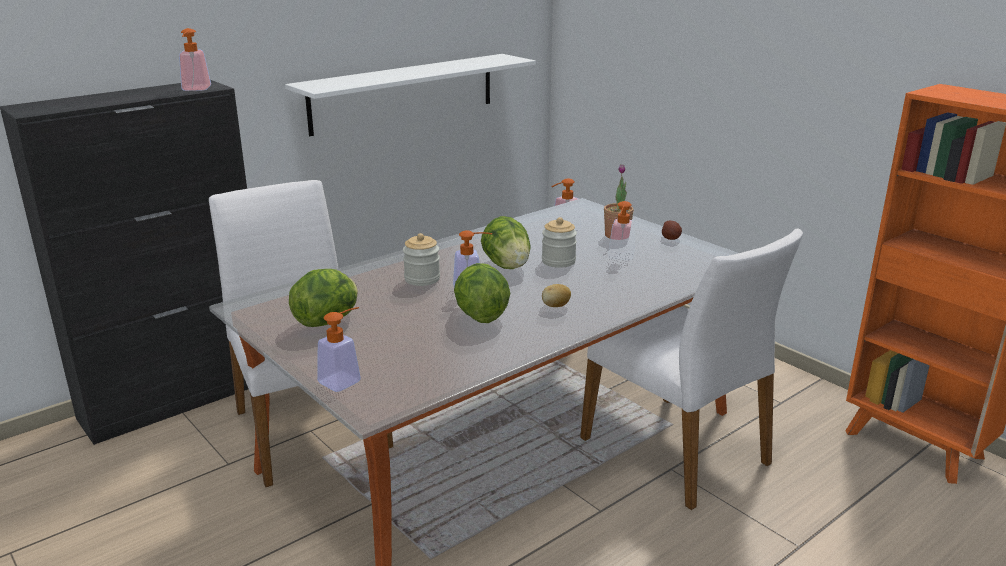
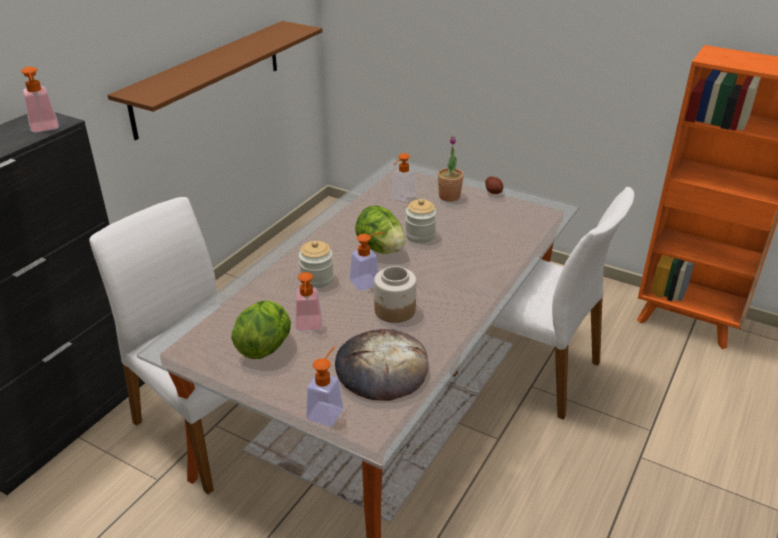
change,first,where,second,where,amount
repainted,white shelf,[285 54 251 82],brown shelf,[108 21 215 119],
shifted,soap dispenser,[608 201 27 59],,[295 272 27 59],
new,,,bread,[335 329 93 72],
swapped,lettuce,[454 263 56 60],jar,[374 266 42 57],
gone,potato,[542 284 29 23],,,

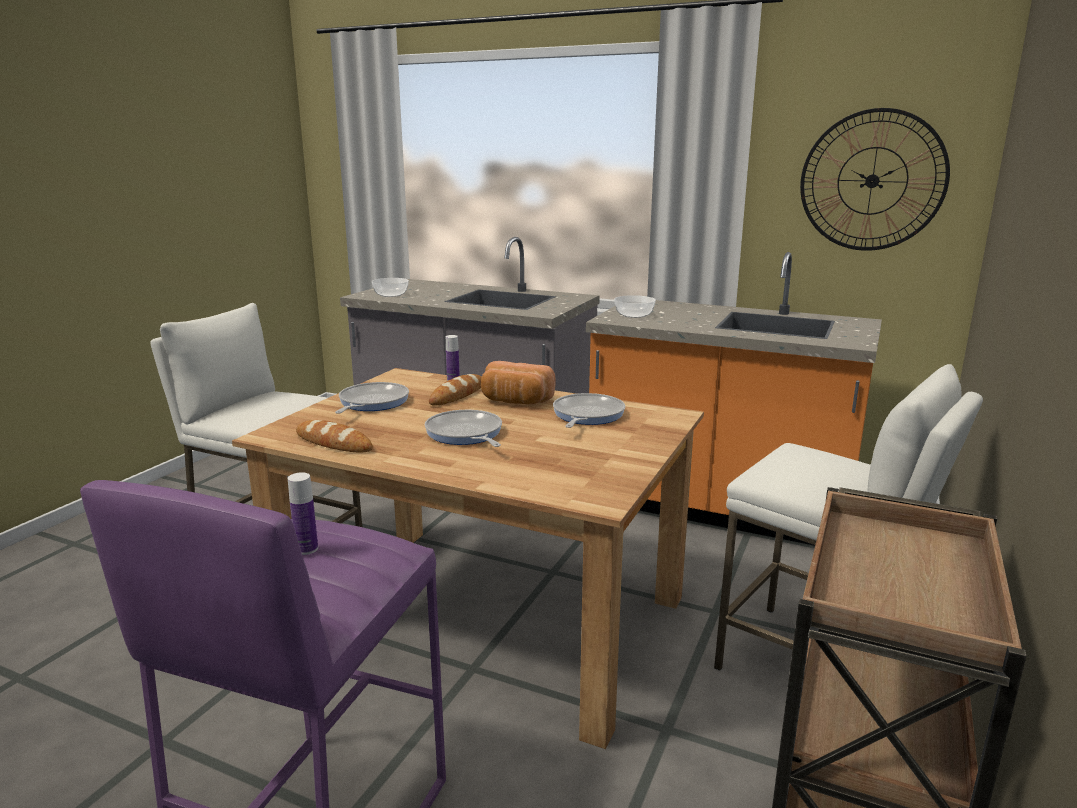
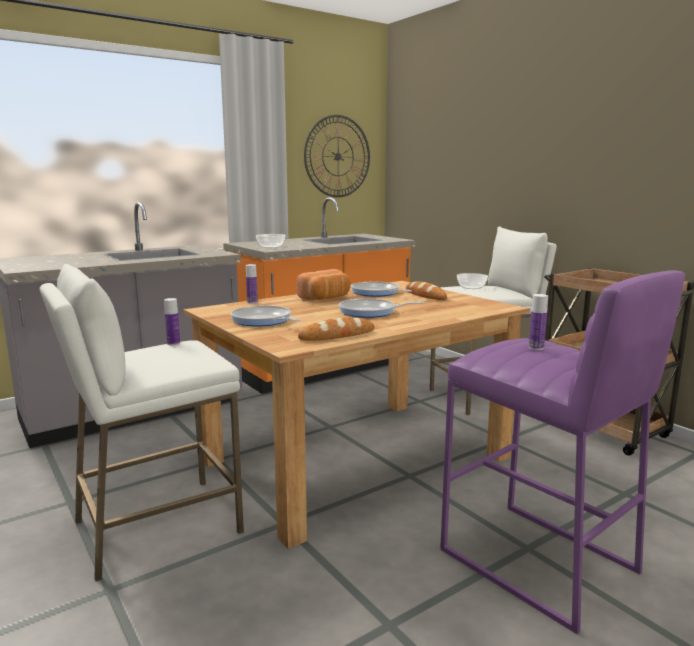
change,first,where,second,where,amount
new,,,bottle,[164 298 16 47],
shifted,bread,[429 374 52 32],,[406 282 41 18],
shifted,bowl,[372 278 37 19],,[457 273 31 16],

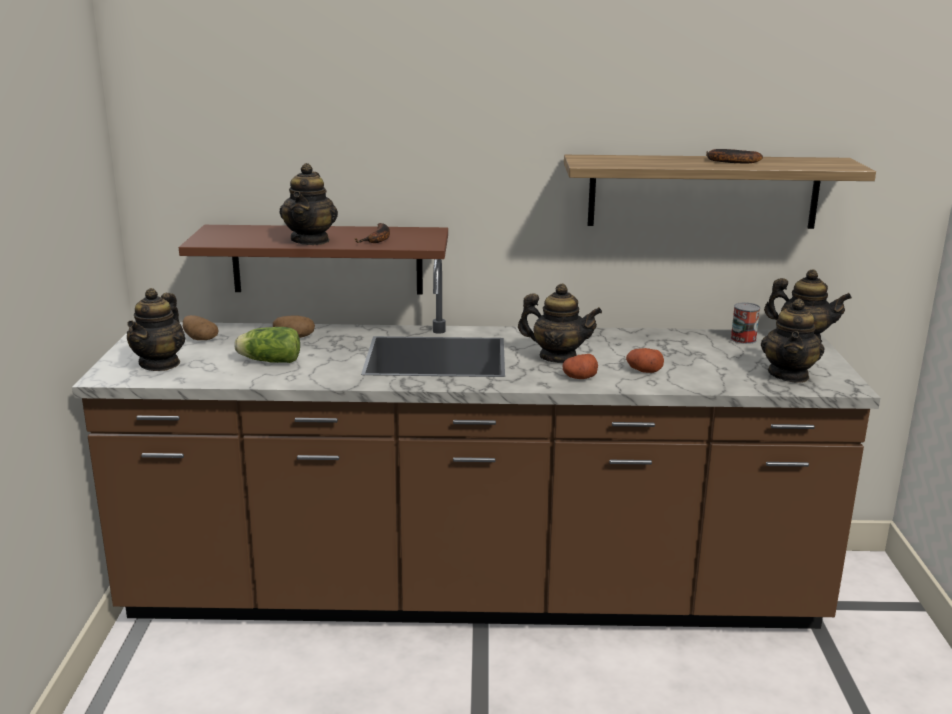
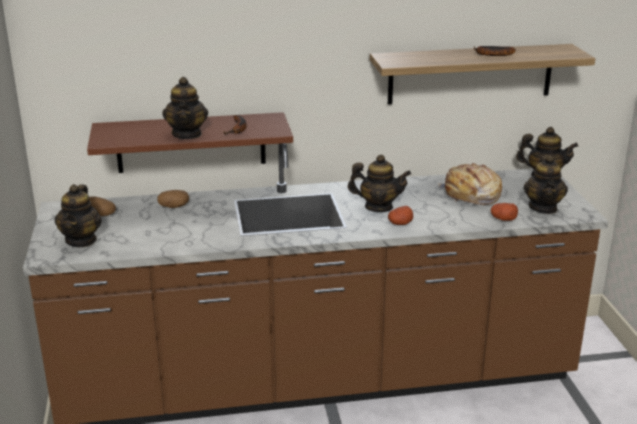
change,first,where,second,where,amount
new,,,bread,[438 163 64 42],
shifted,potato,[626 348 38 25],,[491 203 27 18],
gone,lettuce,[234 327 66 36],,,
gone,can,[730 302 30 42],,,

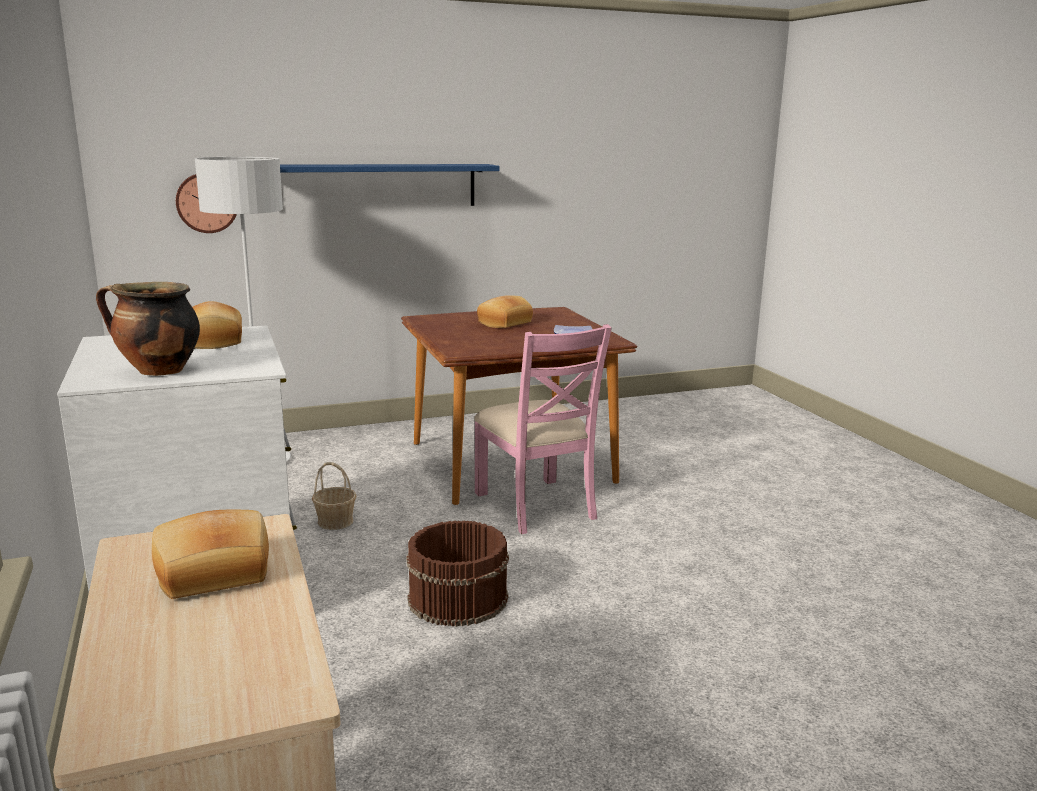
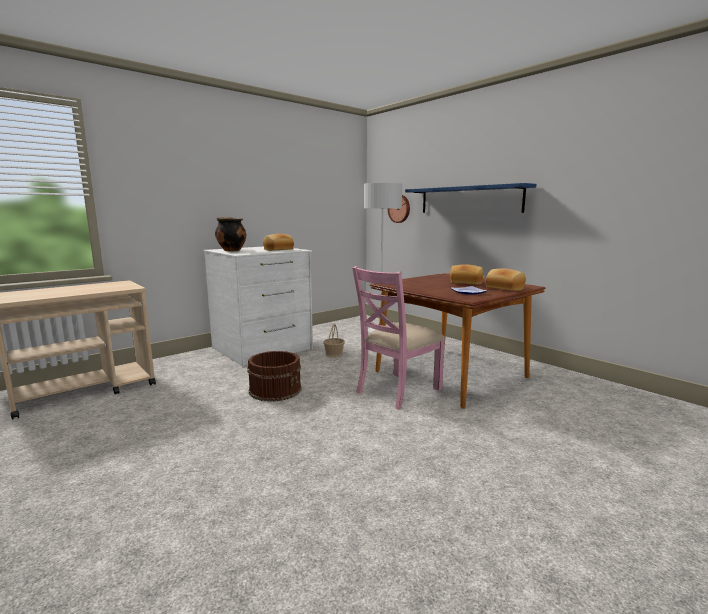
change,first,where,second,where,amount
shifted,bread,[152 509 117 90],,[486 269 40 22],

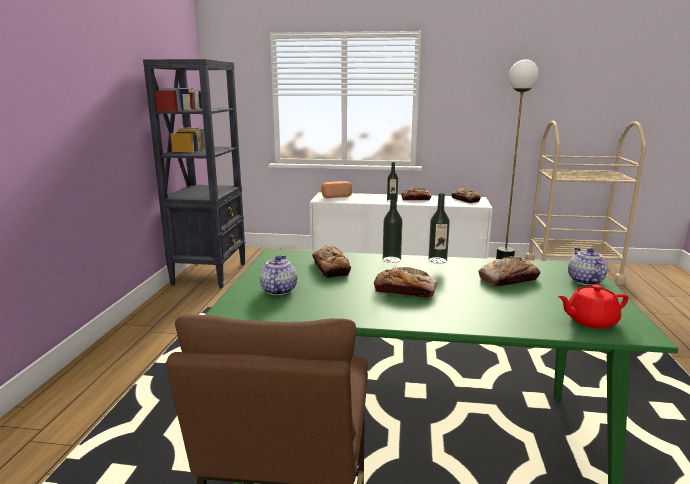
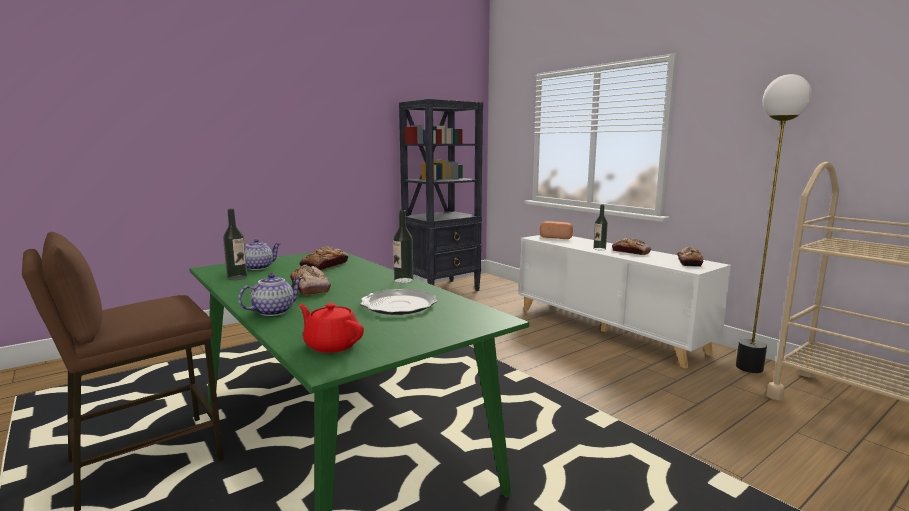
change,first,where,second,where,amount
shifted,bottle,[383 193 20 70],,[223 209 24 71],
shifted,teapot,[568 248 40 37],,[238 273 65 43],
swapped,bread,[478 256 62 31],plate,[361 289 76 26],

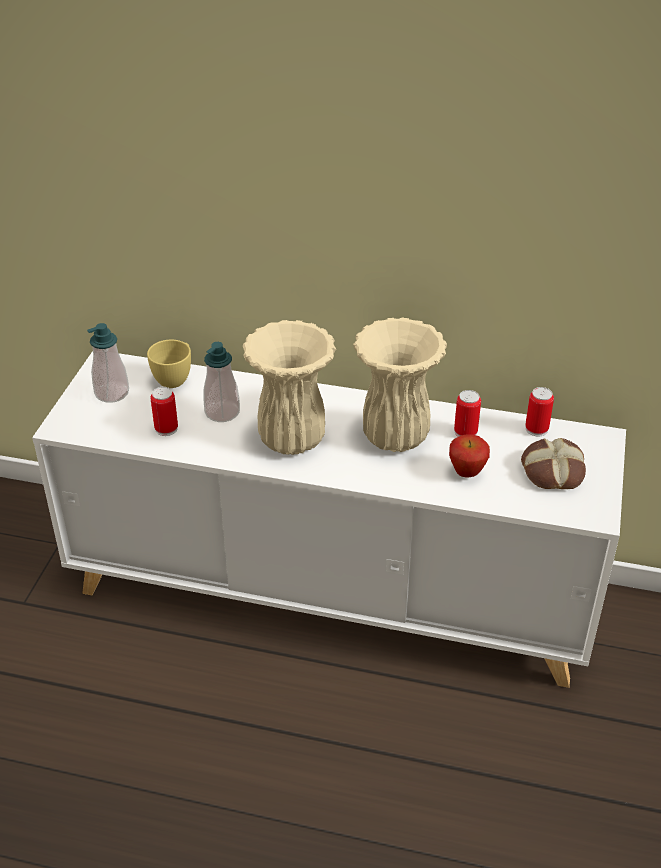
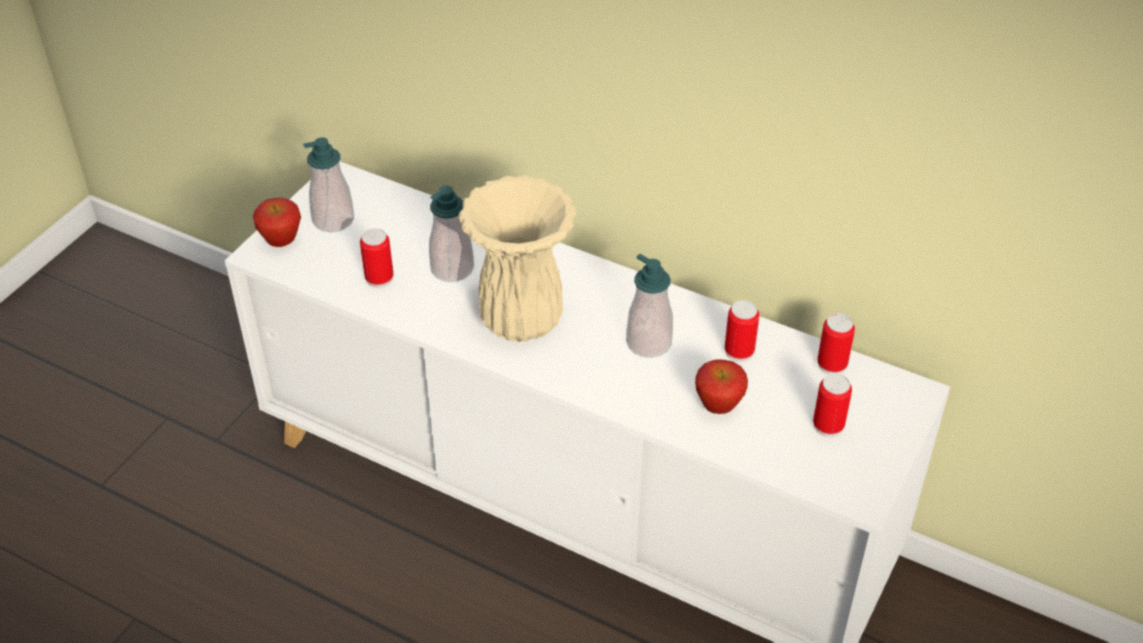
change,first,where,second,where,amount
new,,,apple,[253 198 48 49],
swapped,beige vase,[353 318 94 134],soap dispenser,[626 254 47 104],
swapped,bread,[521 438 65 51],can,[813 373 39 64],
gone,yellow cup,[147 340 44 48],,,

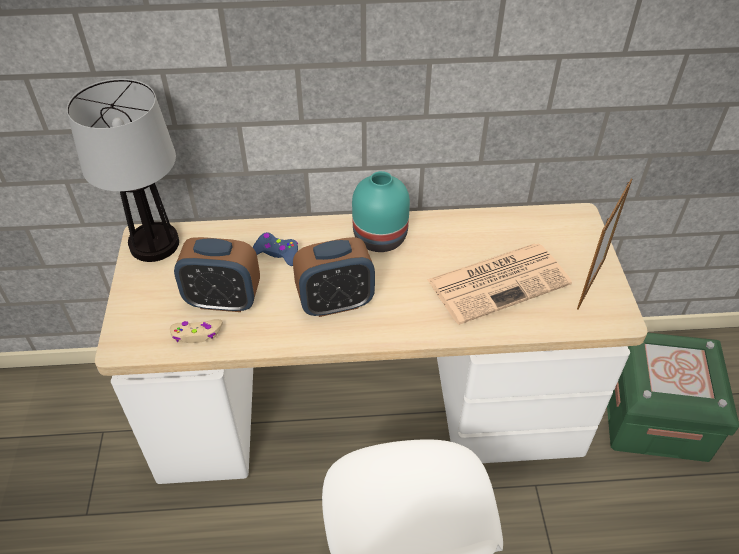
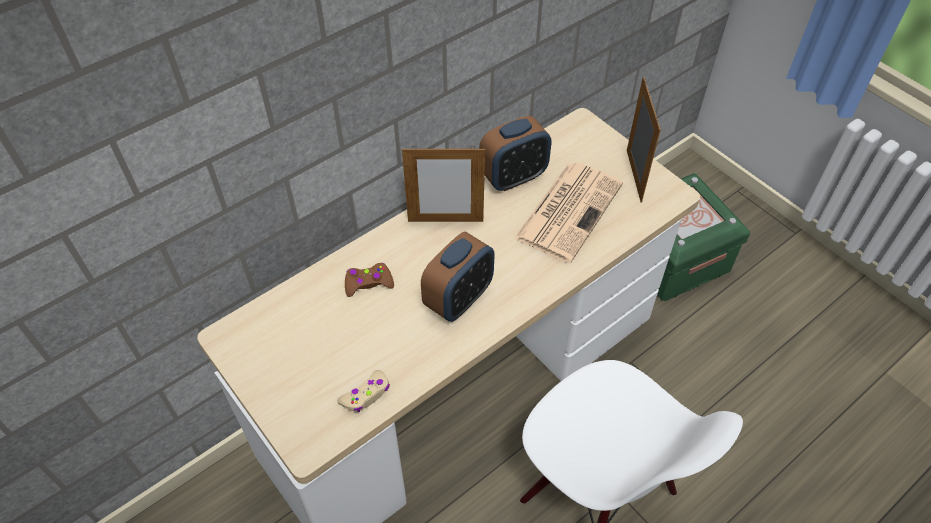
change,first,where,second,where,amount
repainted,blue game controller,[253 232 45 34],brown game controller,[345 263 49 34],
swapped,turquoise vase,[352 171 58 81],picture frame,[402 146 83 76],
shifted,alarm clock,[174 237 86 75],,[479 116 72 75],
gone,table lamp,[67 79 112 183],,,

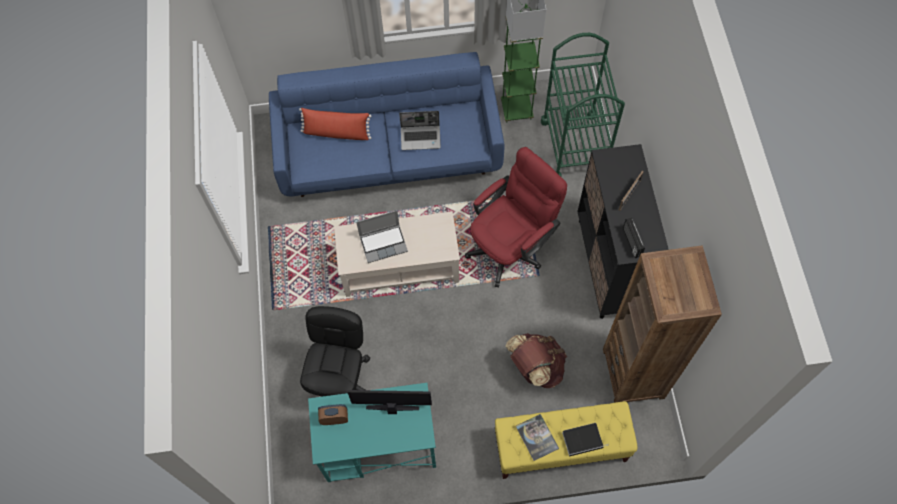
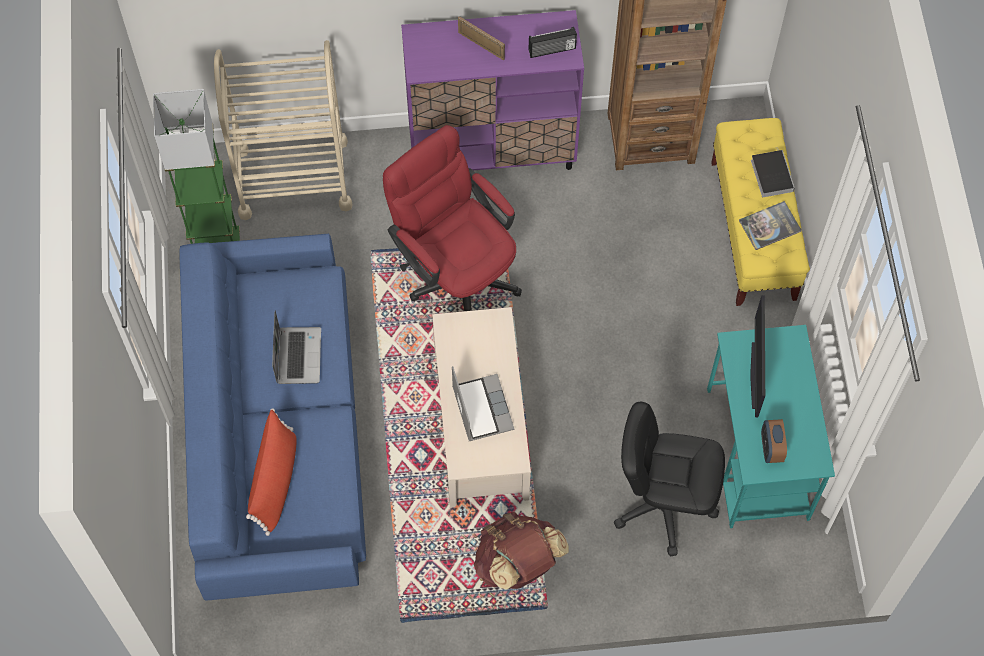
change,first,where,second,where,amount
repainted,green cart,[541 33 84 143],beige cart,[214 40 139 180],
repainted,black cabinet,[577 144 92 175],purple cabinet,[401 10 183 160],
shifted,brown backpack,[505 333 62 55],,[474 512 95 78],

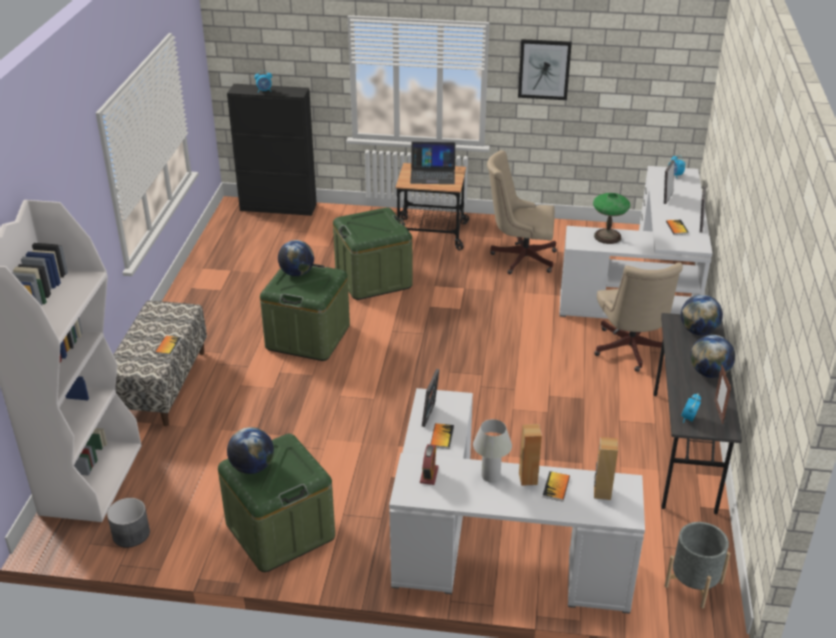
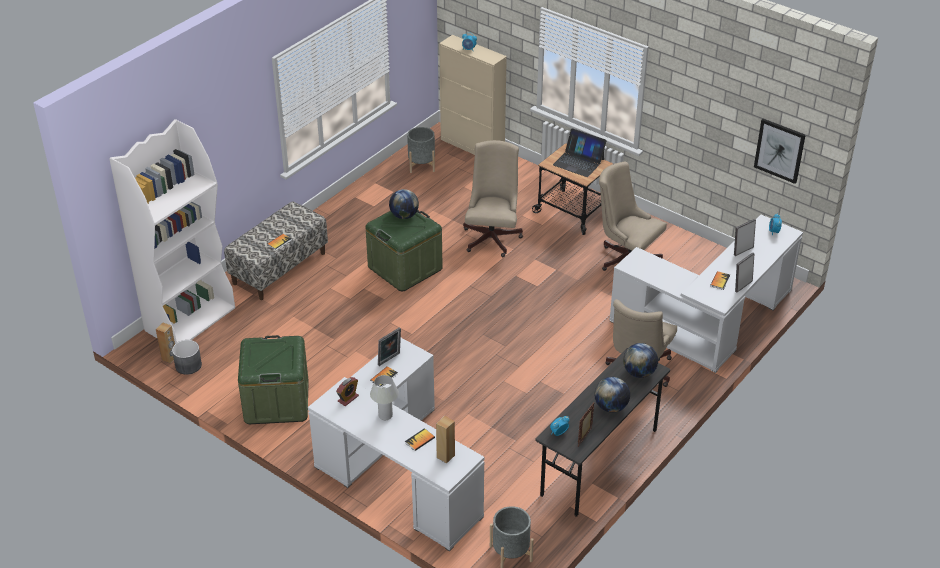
change,first,where,second,where,amount
shifted,brown speaker,[519 424 23 62],,[156 322 19 41],
new,,,grey planter,[407 127 28 46],
repainted,black cabinet,[227 84 90 132],beige cabinet,[439 35 68 120],
swapped,green storage box,[333 207 80 93],beige office chair,[463 140 60 117],
shifted,picture,[518 39 54 61],,[754 119 52 65],
gone,globe,[227 427 47 47],,,
gone,table lamp,[593 193 37 51],,,

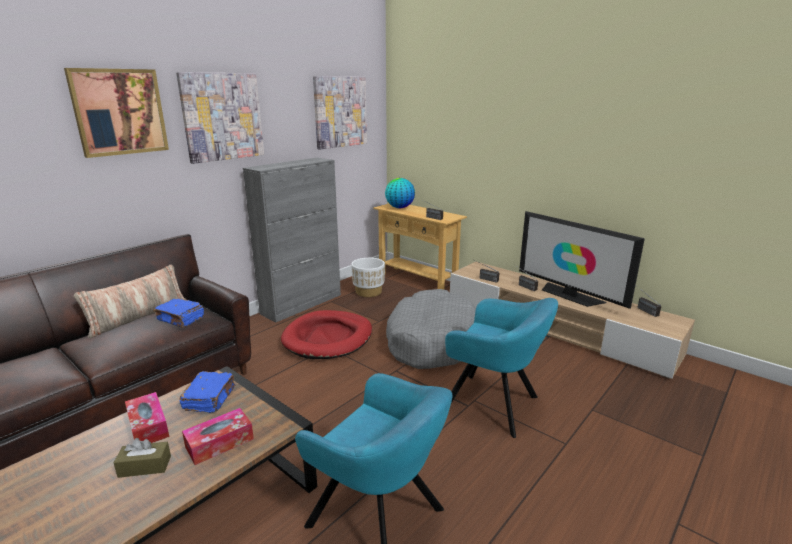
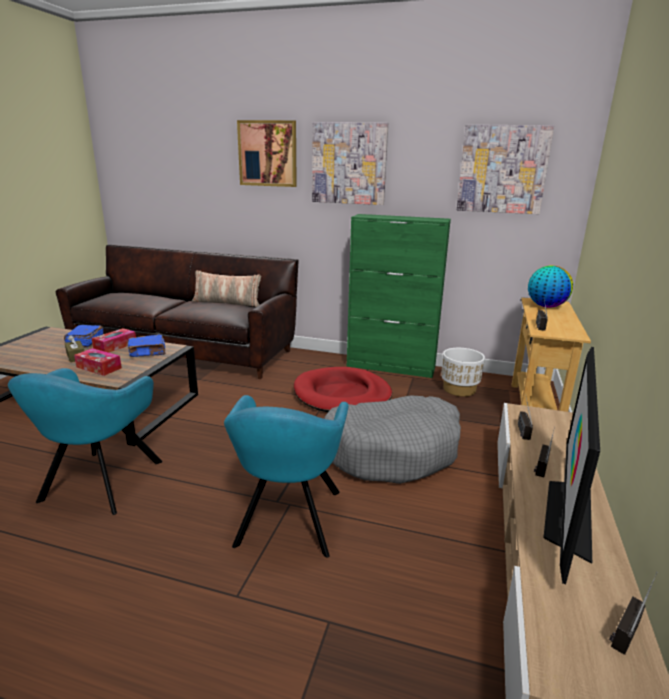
change,first,where,second,where,amount
shifted,blue book,[153 298 51 30],,[64 325 39 23],
repainted,grey cabinet,[243 157 98 165],green cabinet,[347 214 104 164],

